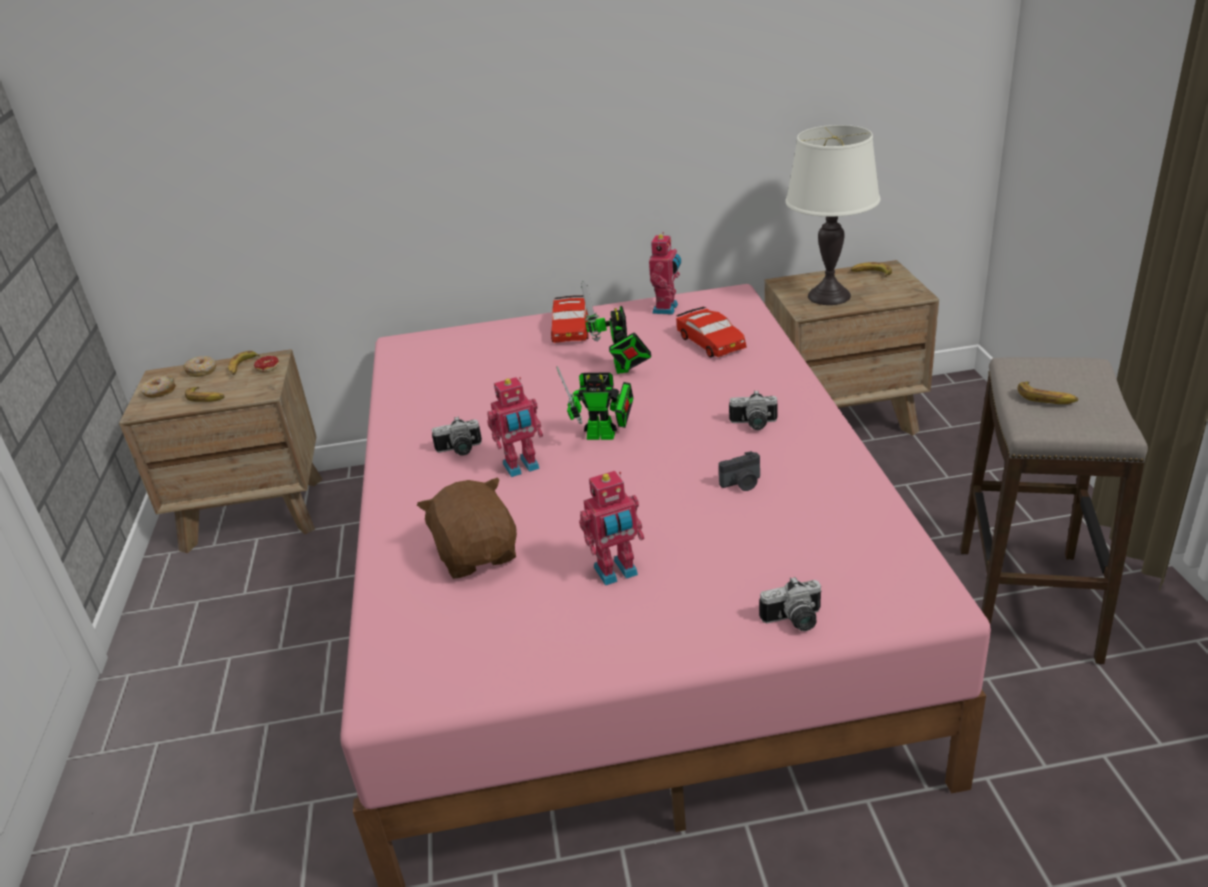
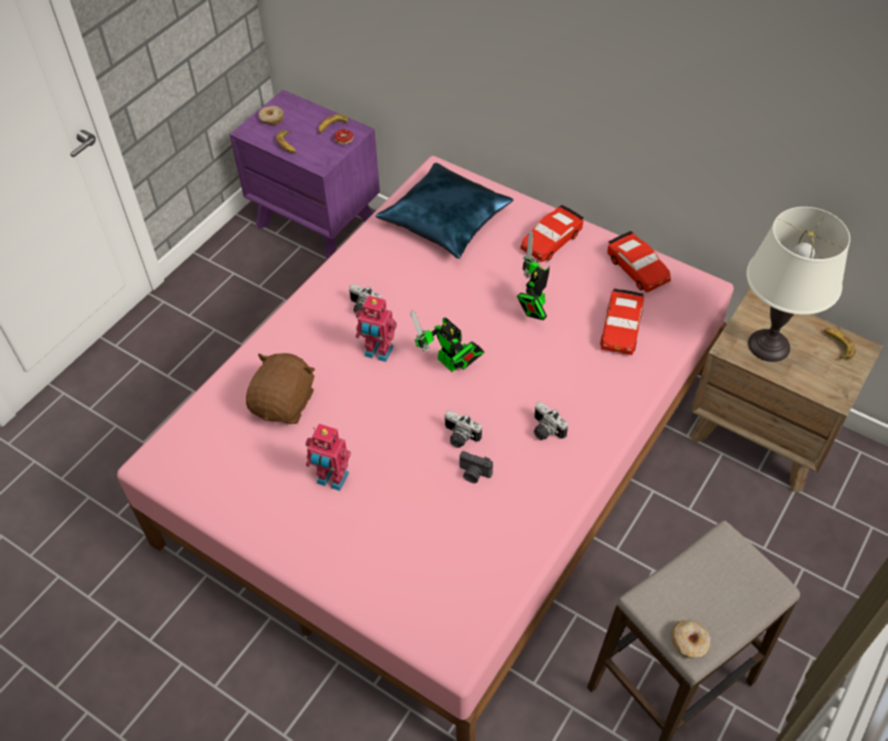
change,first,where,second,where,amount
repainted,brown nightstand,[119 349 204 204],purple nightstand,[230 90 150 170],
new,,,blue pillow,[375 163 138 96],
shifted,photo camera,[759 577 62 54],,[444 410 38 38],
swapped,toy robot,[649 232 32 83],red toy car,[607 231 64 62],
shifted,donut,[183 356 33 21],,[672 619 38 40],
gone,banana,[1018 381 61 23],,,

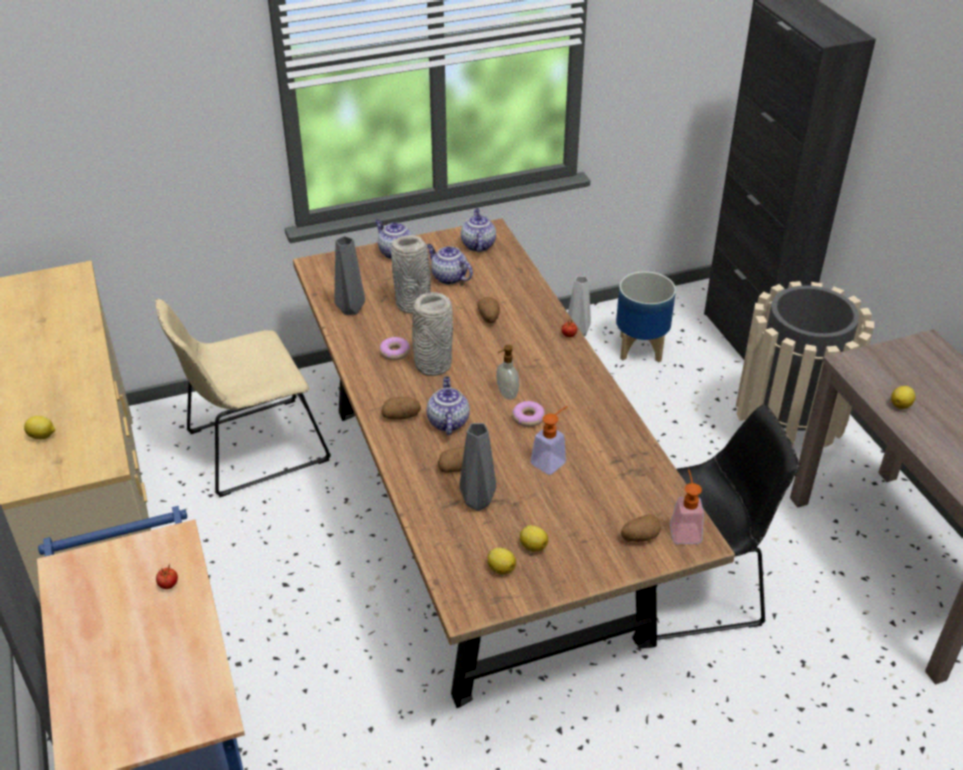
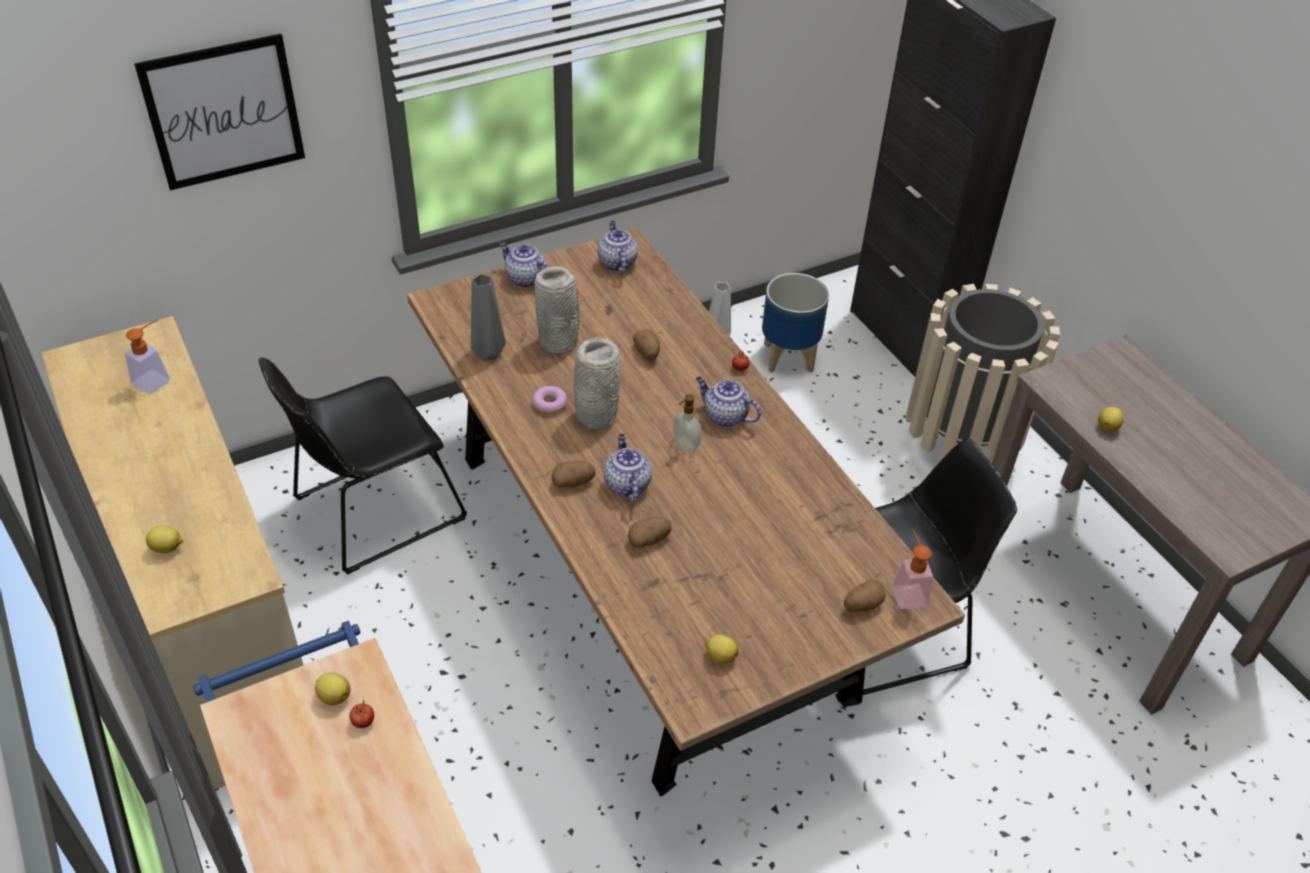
change,first,where,second,where,amount
shifted,soap dispenser,[531 406 37 69],,[125 319 45 75],
new,,,picture,[134 34 171 156],
repainted,beige chair,[155 299 176 198],black chair,[259 358 208 217],
shifted,lemon,[520 525 28 27],,[315 672 36 33],
shifted,teapot,[427 244 46 41],,[696 377 65 50],
gone,grey vase,[459 423 37 88],,,
gone,donut,[512 401 33 26],,,

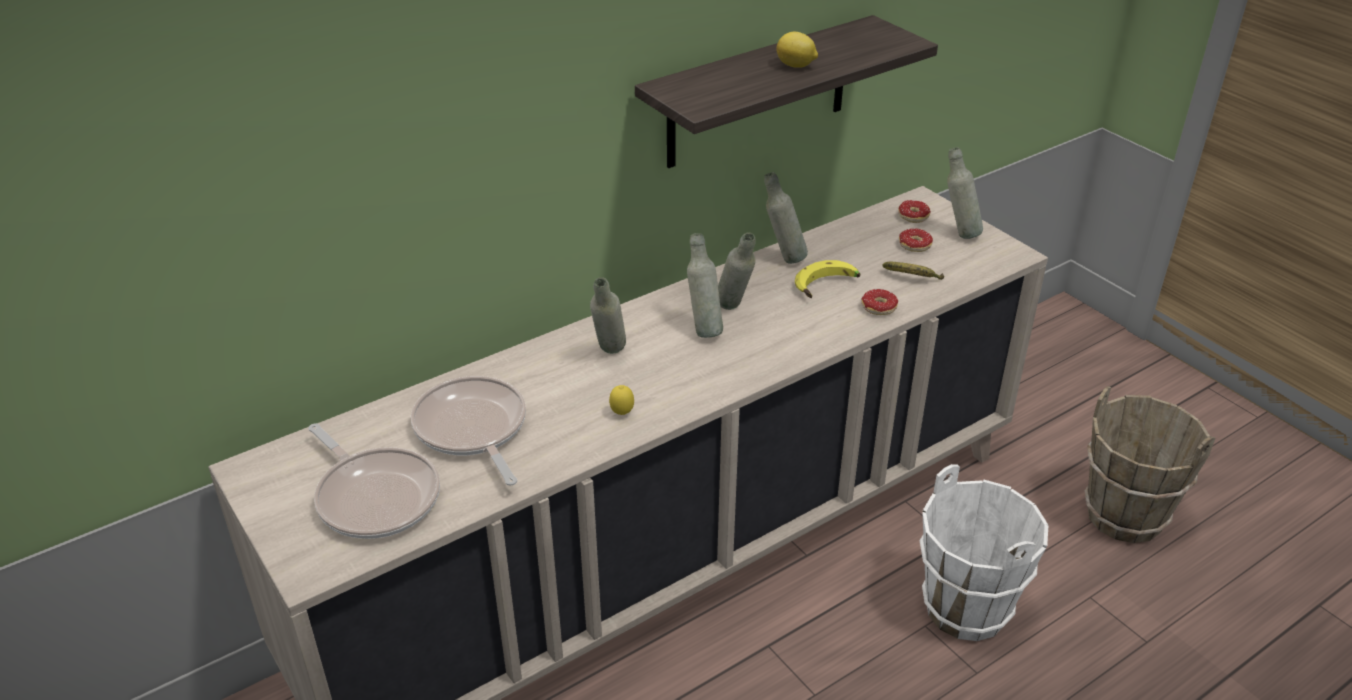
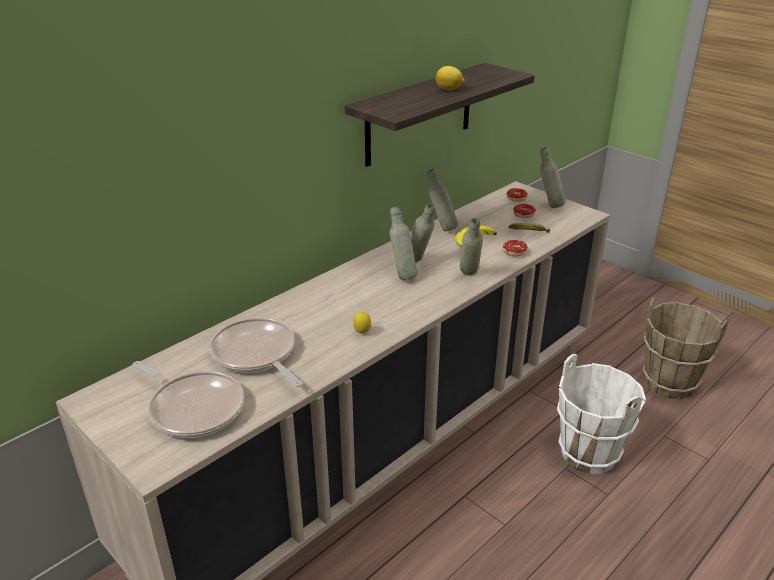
change,first,where,second,where,amount
shifted,grey bottle,[590 277 36 77],,[460 218 23 57],

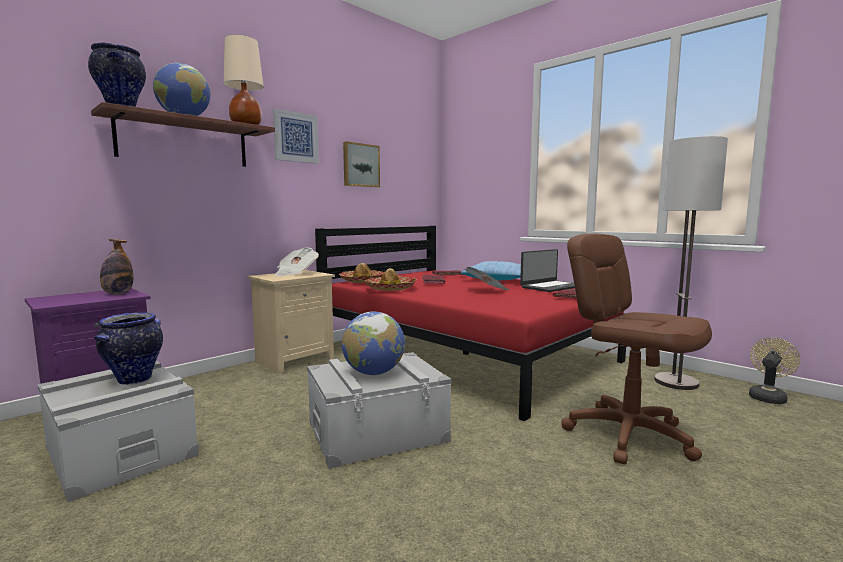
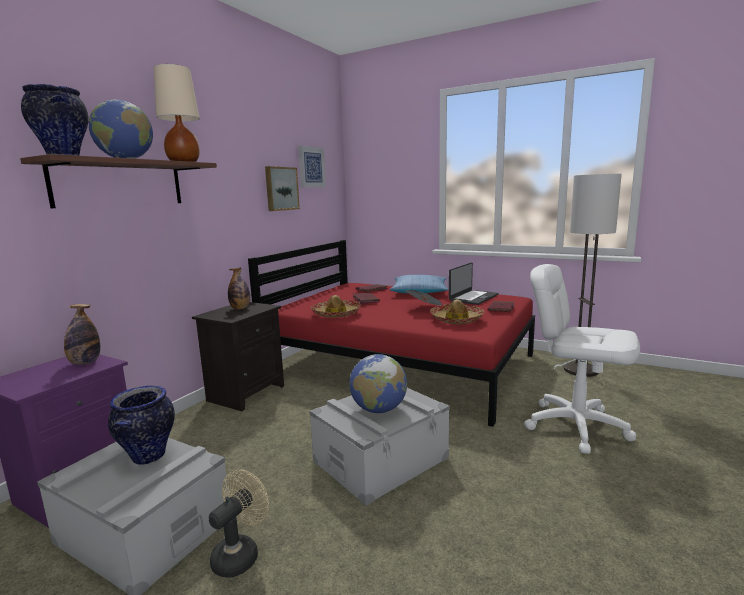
change,first,where,second,where,amount
repainted,beige nightstand,[247 270 88 104],black nightstand,[192 302 92 109],
shifted,beige fan,[749 337 51 67],,[209 469 60 109],
swapped,newspaper,[275 248 44 29],bottle,[228 267 22 42],
shifted,picture,[273 108 46 56],,[298 146 28 42],
shifted,hat,[339 263 46 20],,[430 299 55 25],
repainted,brown office chair,[561 234 151 230],white office chair,[524 264 116 190],

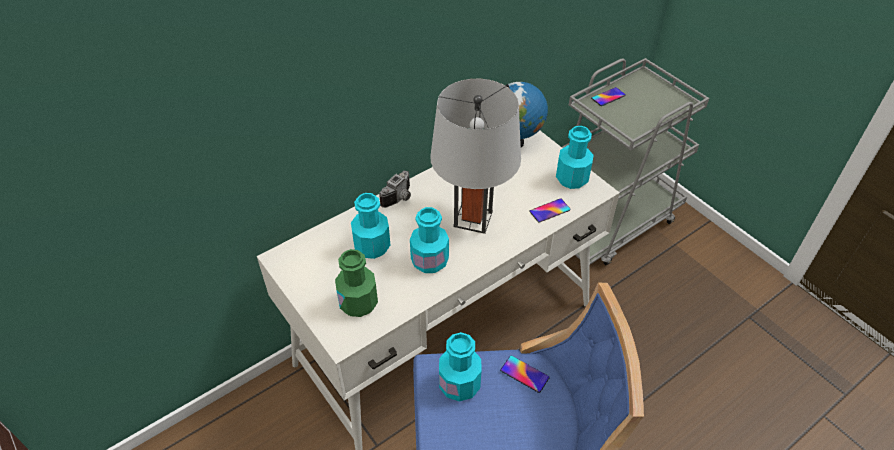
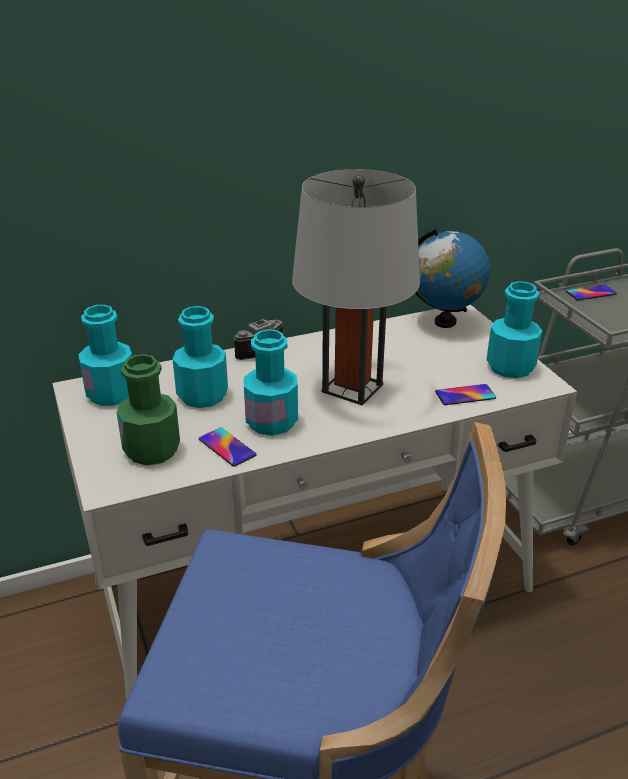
change,first,where,second,where,amount
shifted,turquoise bottle,[439 332 42 69],,[78 305 54 101],
shifted,phone,[500 356 50 37],,[199 428 58 39],

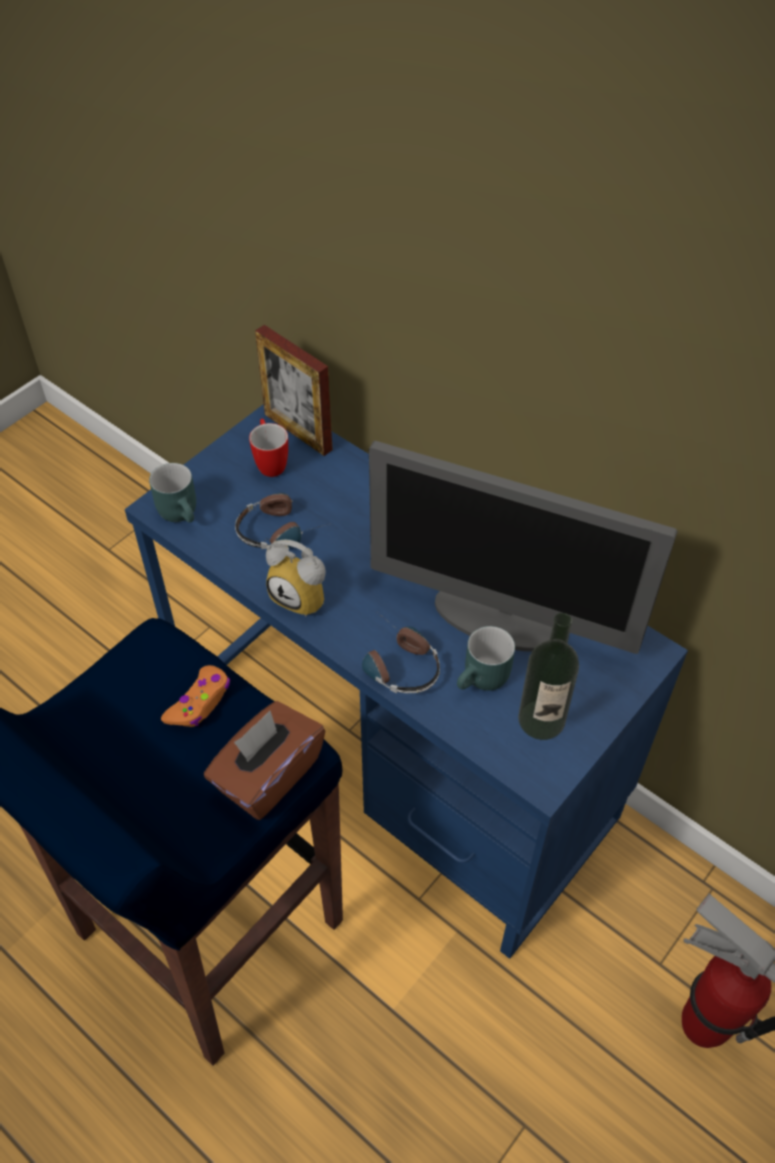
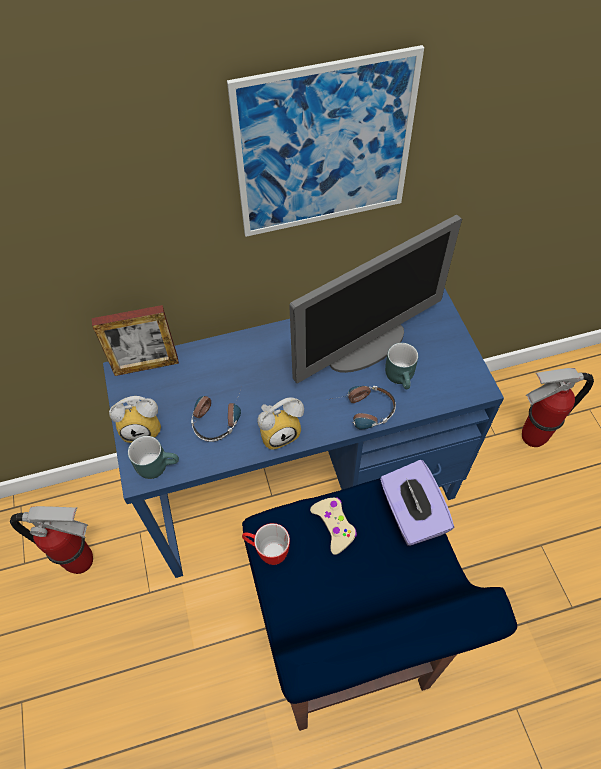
change,first,where,second,where,amount
new,,,fire extinguisher,[10 506 83 68],
new,,,alarm clock,[109 396 52 47],
new,,,picture,[227 45 197 192],
shifted,mug,[249 419 39 58],,[242 523 48 42],
repainted,orange game controller,[161 665 69 62],beige game controller,[310 497 47 58],
repainted,brown tissue box,[204 701 121 119],purple tissue box,[380 460 74 86],
gone,bottle,[518 613 61 127],,,

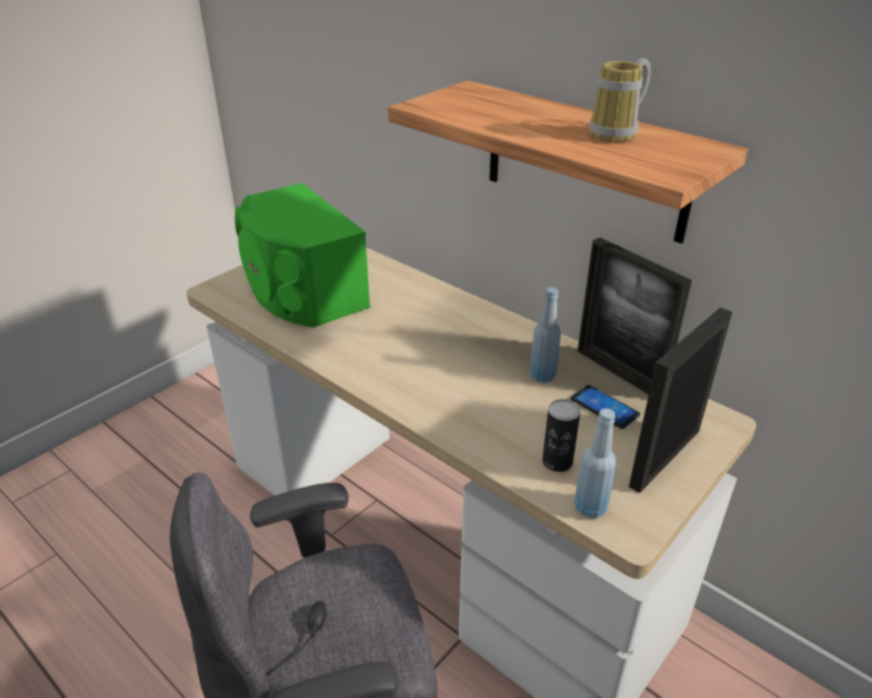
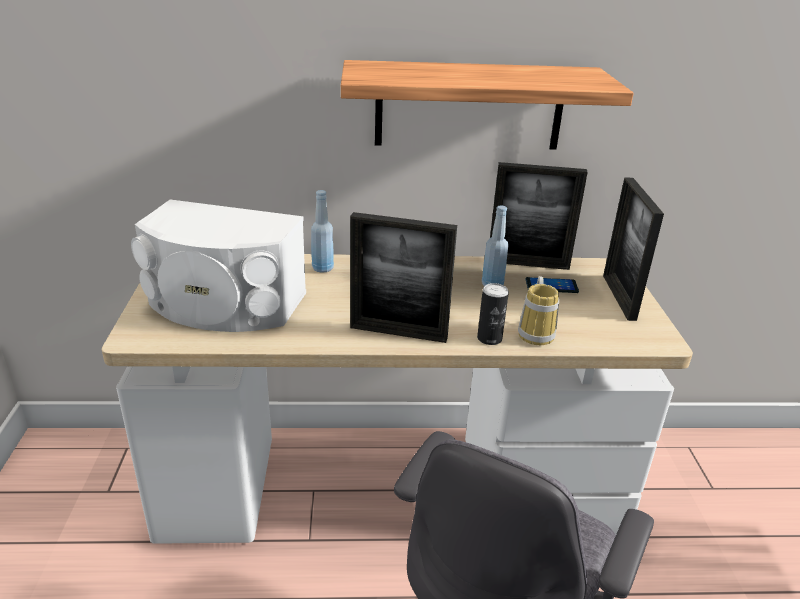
change,first,where,second,where,amount
repainted,green speaker,[235 183 135 145],white speaker,[131 199 175 133],
shifted,blue bottle,[574 408 42 110],,[311 190 23 83],
new,,,picture frame,[350 212 107 131],
shifted,can,[542 399 38 73],,[477 283 32 62],
shifted,mug,[589 58 62 84],,[518 276 41 69],

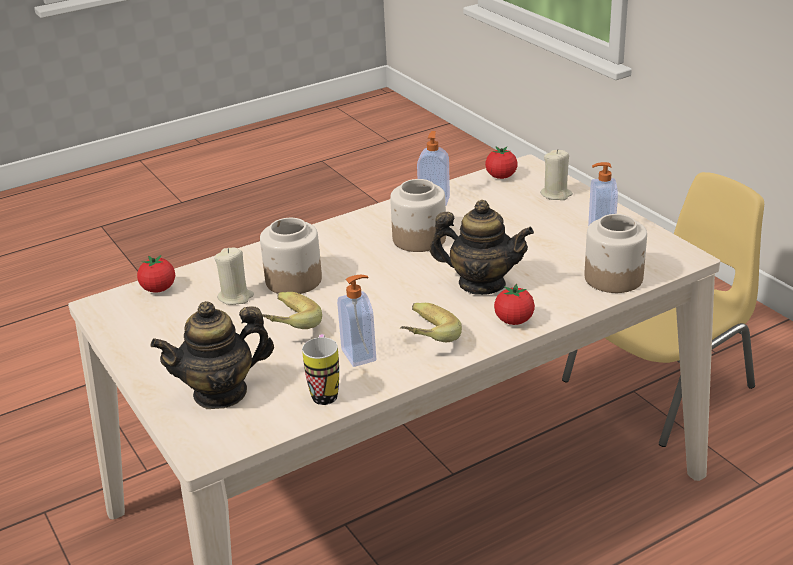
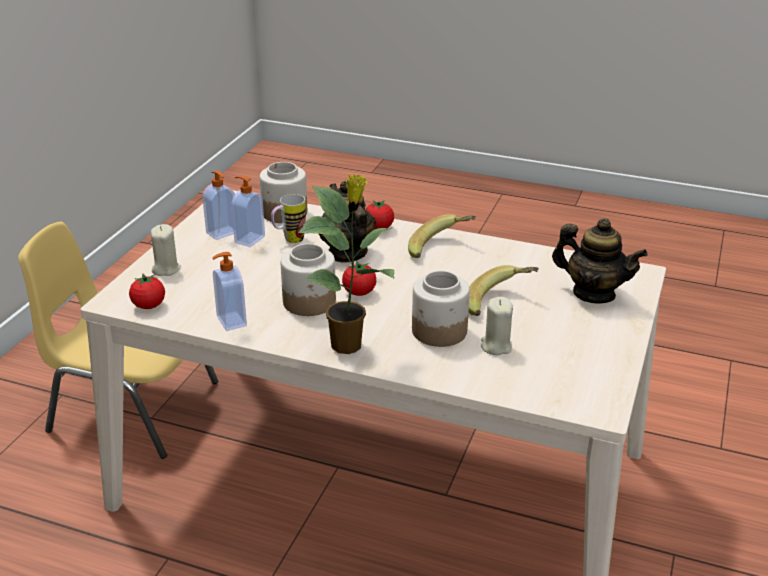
change,first,where,second,where,amount
shifted,soap dispenser,[337 275 39 92],,[231 176 34 71],
shifted,mug,[302 334 37 71],,[271 194 35 49],
new,,,potted plant,[298 175 97 179],
shifted,tomato,[137 255 38 38],,[342 261 34 35],

